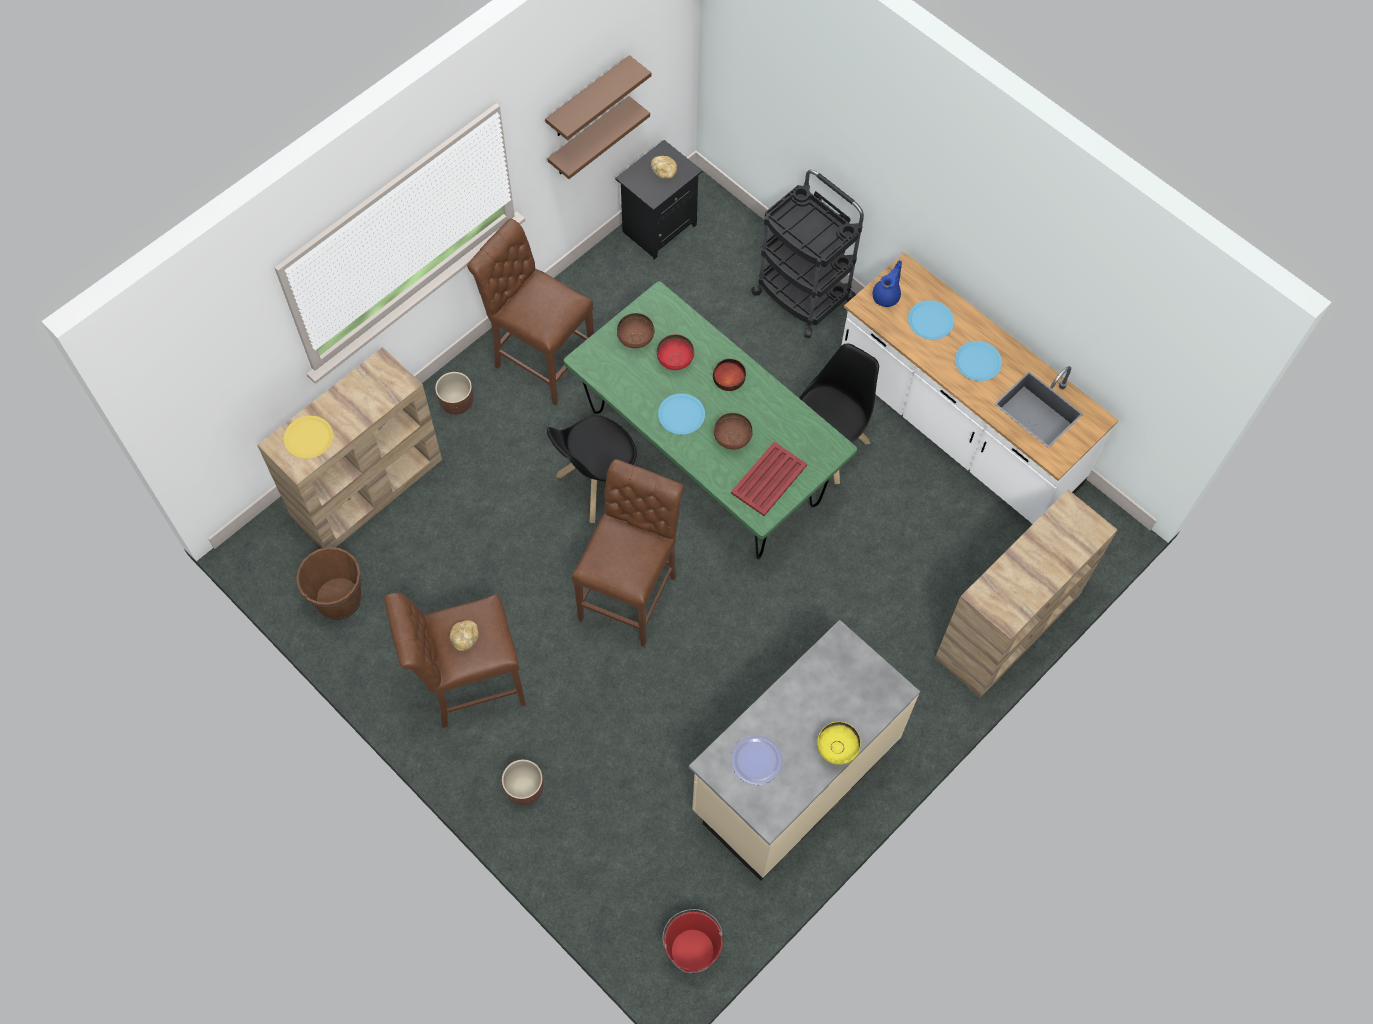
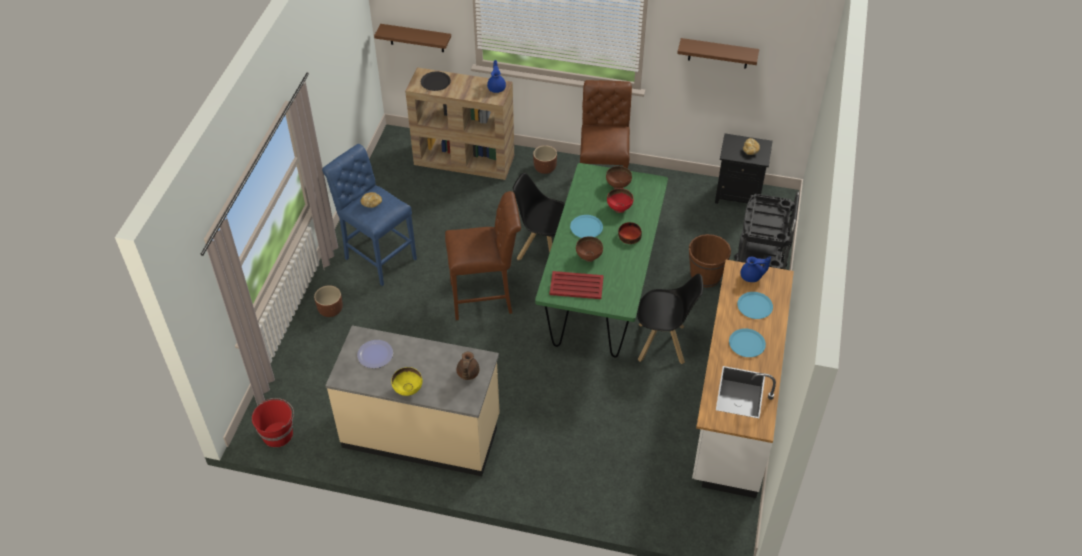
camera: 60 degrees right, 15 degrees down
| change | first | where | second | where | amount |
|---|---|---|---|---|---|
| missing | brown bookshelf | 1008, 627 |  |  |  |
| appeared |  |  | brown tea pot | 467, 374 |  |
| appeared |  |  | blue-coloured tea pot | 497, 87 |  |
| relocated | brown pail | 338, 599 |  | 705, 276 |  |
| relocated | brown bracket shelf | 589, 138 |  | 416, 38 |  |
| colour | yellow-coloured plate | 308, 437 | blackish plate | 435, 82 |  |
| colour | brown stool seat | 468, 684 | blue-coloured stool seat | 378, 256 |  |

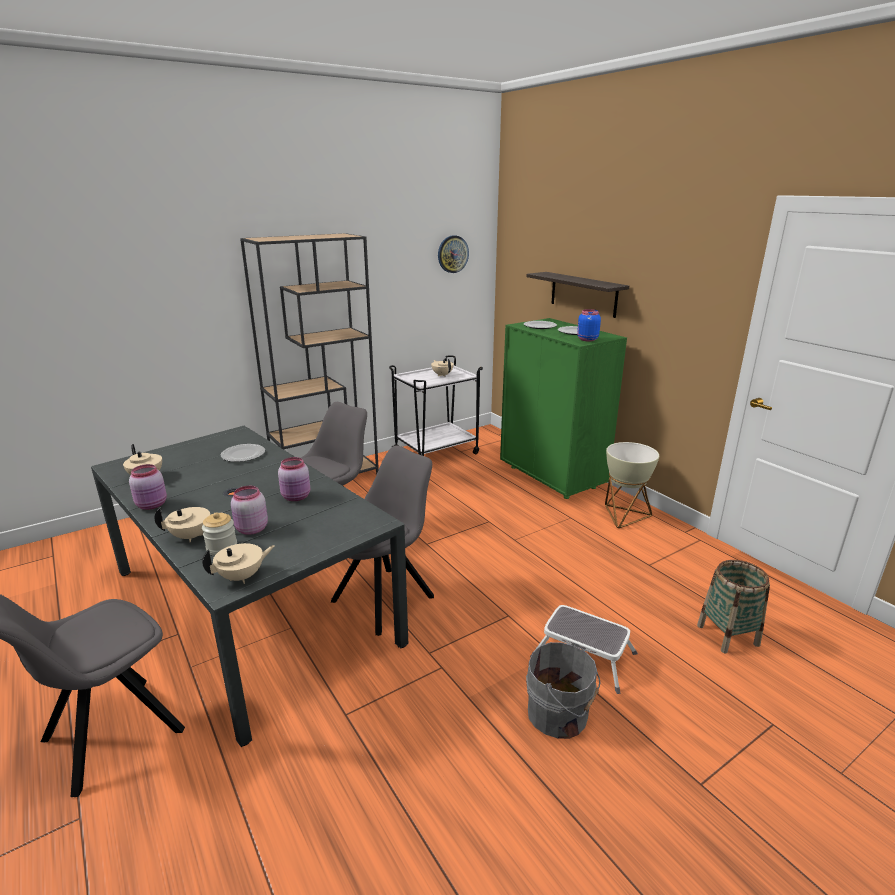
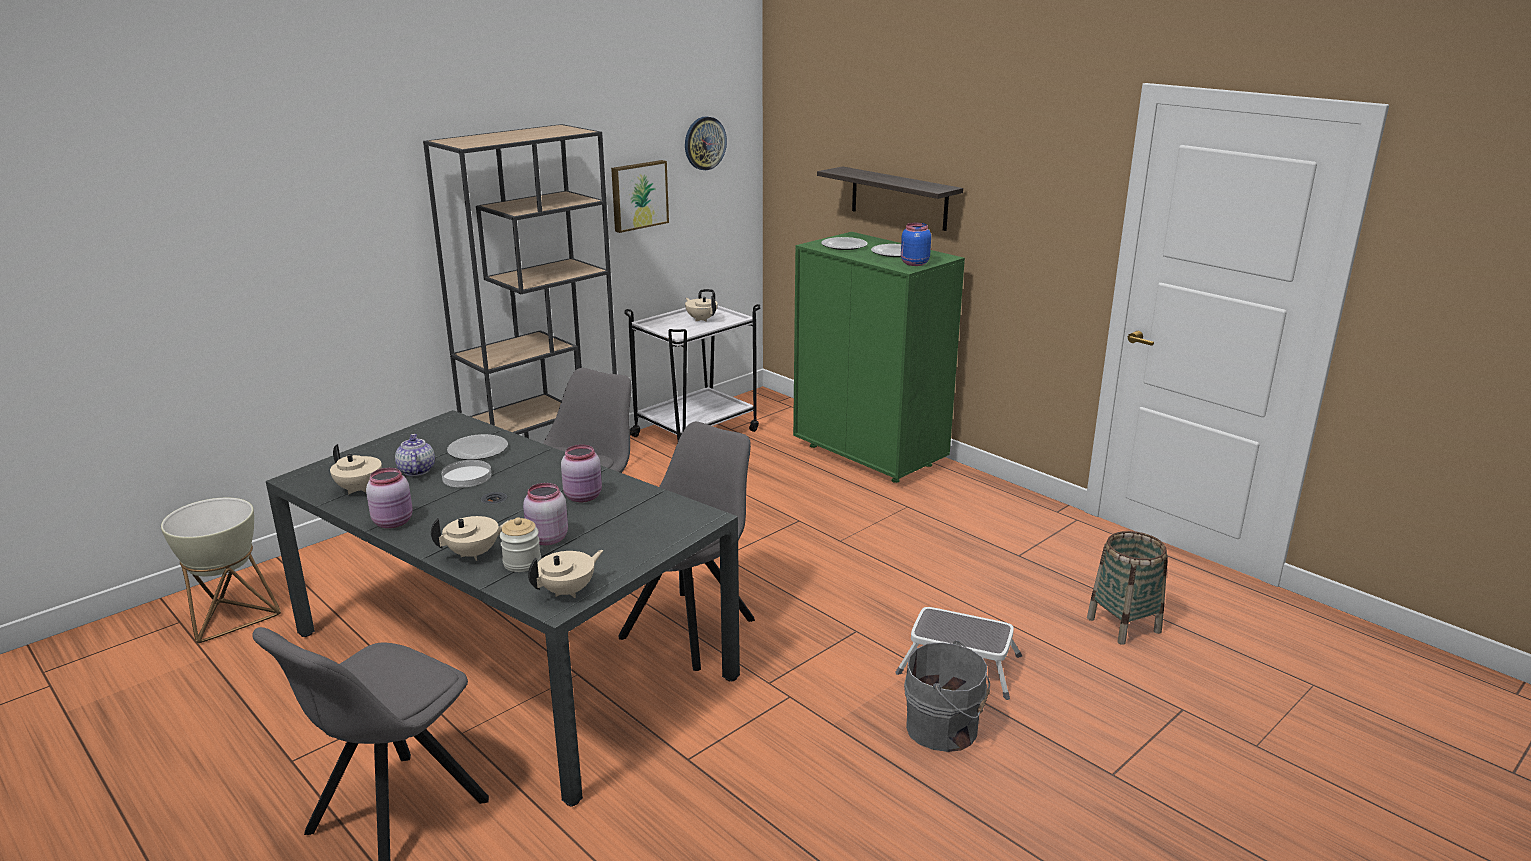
camera: 10 degrees left, 0 degrees up
| change | first | where | second | where | amount |
|---|---|---|---|---|---|
| appeared |  |  | tea pot | 416, 470 |  |
| appeared |  |  | white-coloured plate | 466, 476 |  |
| appeared |  |  | picture | 638, 195 |  |
| relocated | flower pot | 624, 515 |  | 233, 618 |  |

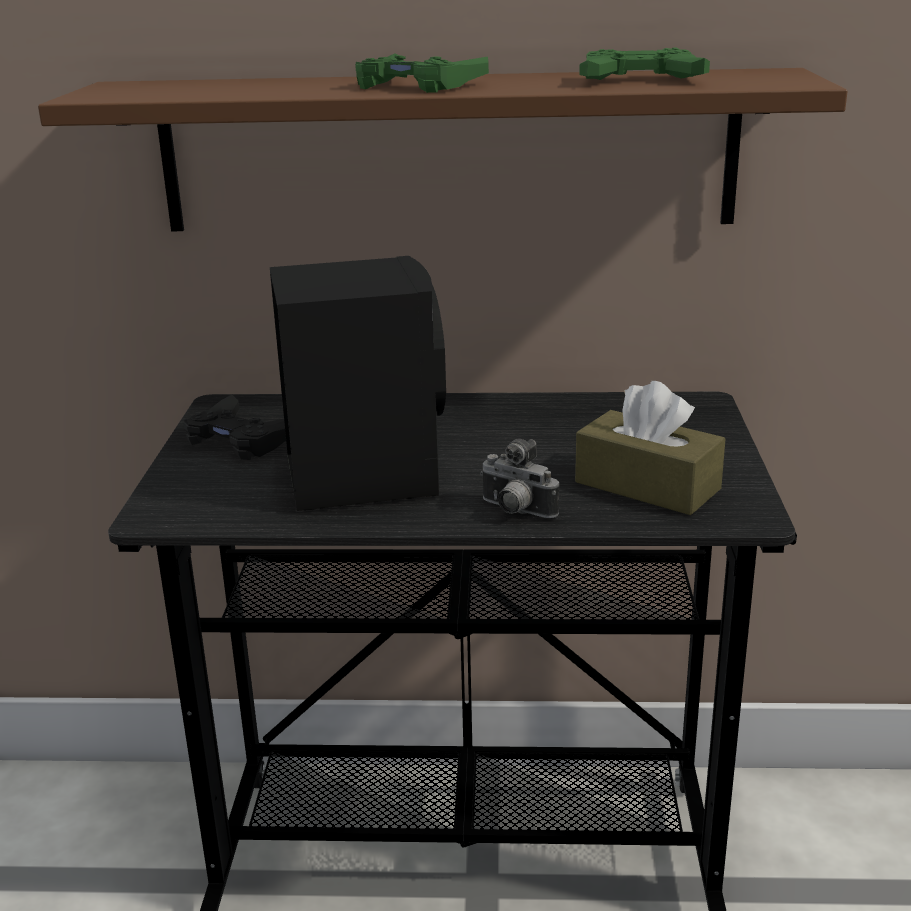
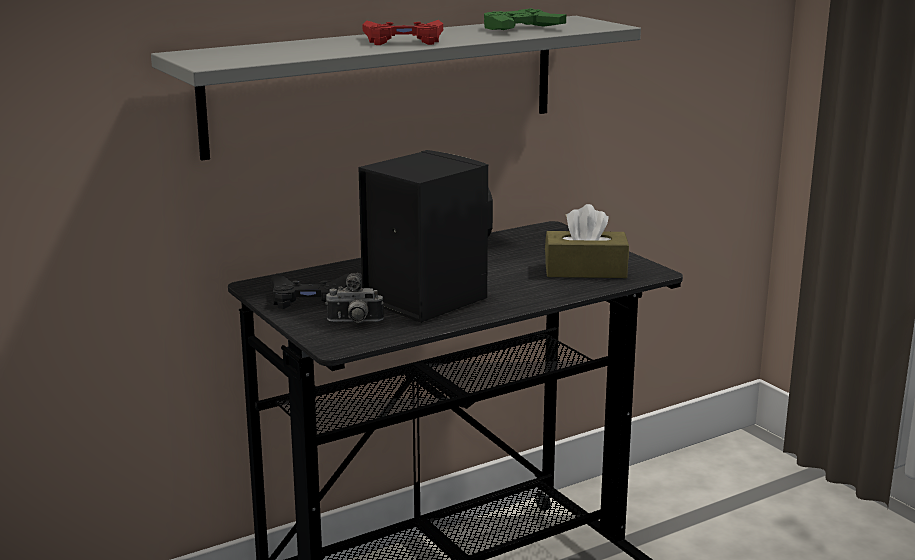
camera: 35 degrees left, 5 degrees down
| change | first | where | second | where | amount |
|---|---|---|---|---|---|
| relocated | still camera | 515, 511 |  | 354, 323 |  |
| colour | brown bracket shelf | 447, 152 | greyish bracket shelf | 385, 84 |  |
| colour | greenish joypad | 418, 85 | red joypad | 403, 40 |  |

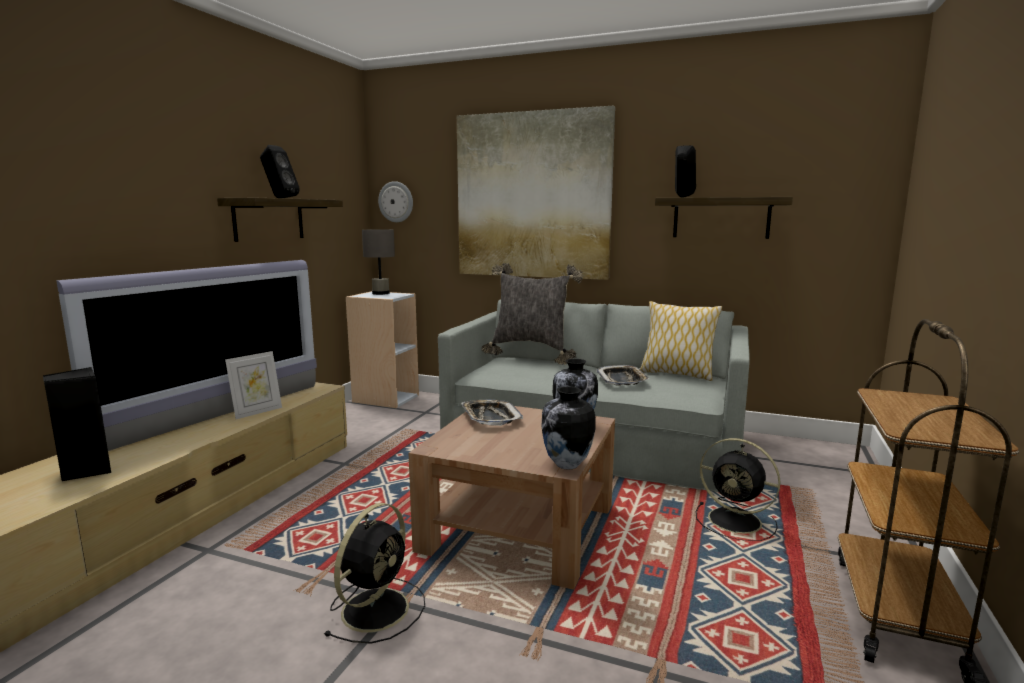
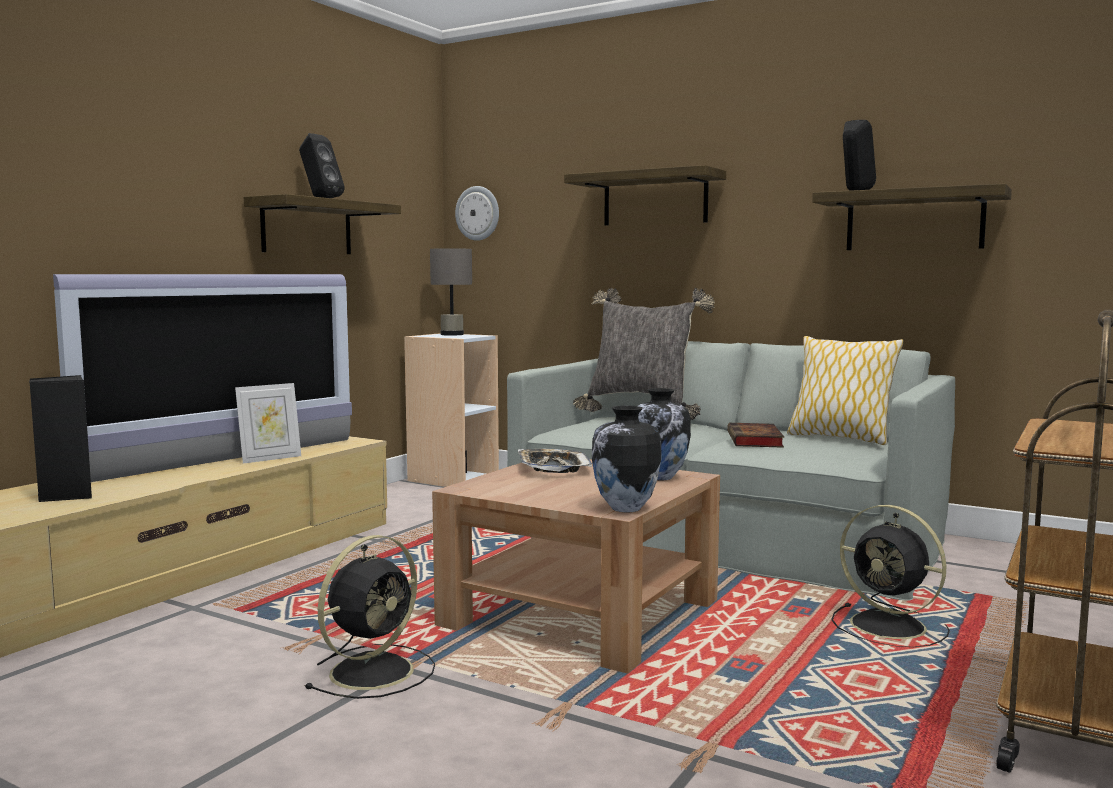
camera: 10 degrees right, 5 degrees down
| change | first | where | second | where | amount |
|---|---|---|---|---|---|
| exchanged | picture | 533, 196 | bracket shelf | 655, 199 |  |
| exchanged | serving tray | 622, 380 | volume | 755, 441 |  |

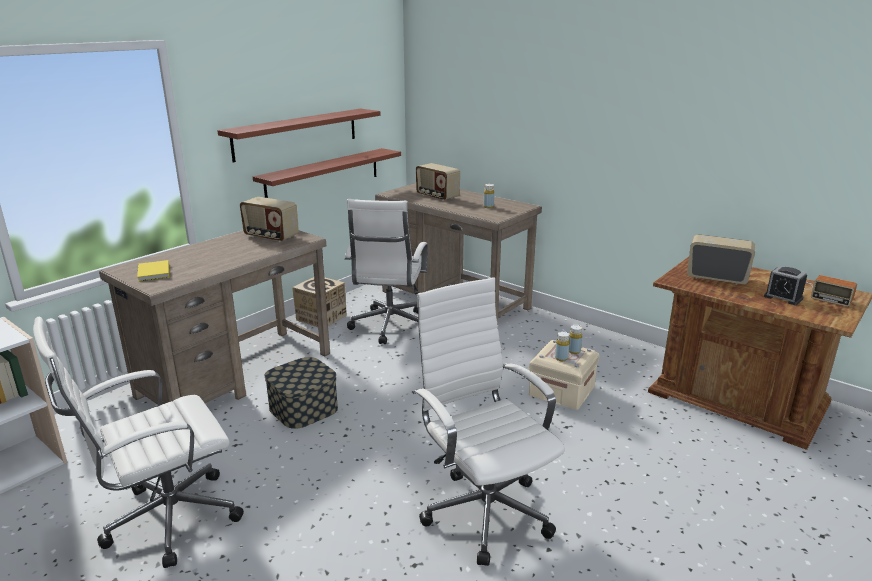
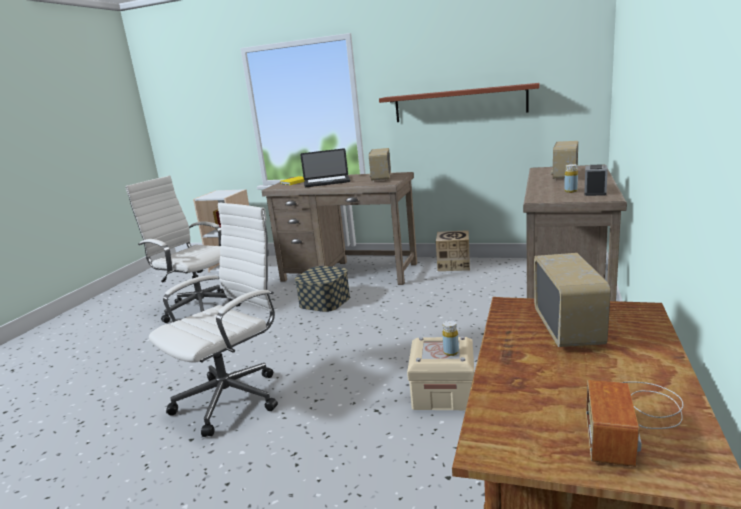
camera: 70 degrees right, 5 degrees down
| change | first | where | second | where | amount |
|---|---|---|---|---|---|
| missing | bracket shelf | 324, 175 |  |  |  |
| missing | white-coloured computer chair | 389, 327 |  |  |  |
| missing | yellow-coloured bottle | 561, 358 |  |  |  |
| appeared |  |  | laptop | 327, 182 |  |
| relocated | alarm clock | 783, 297 |  | 595, 192 |  |

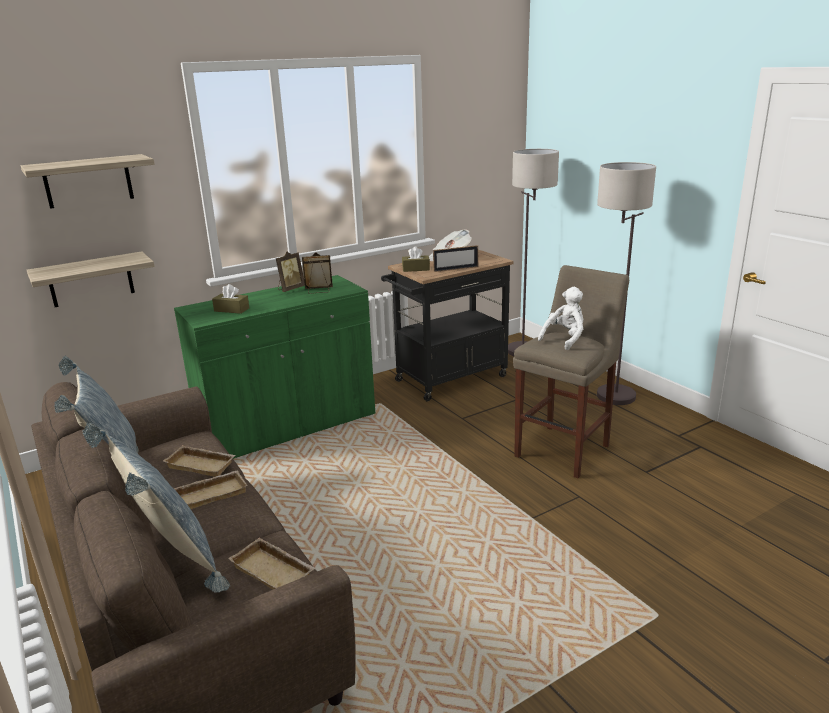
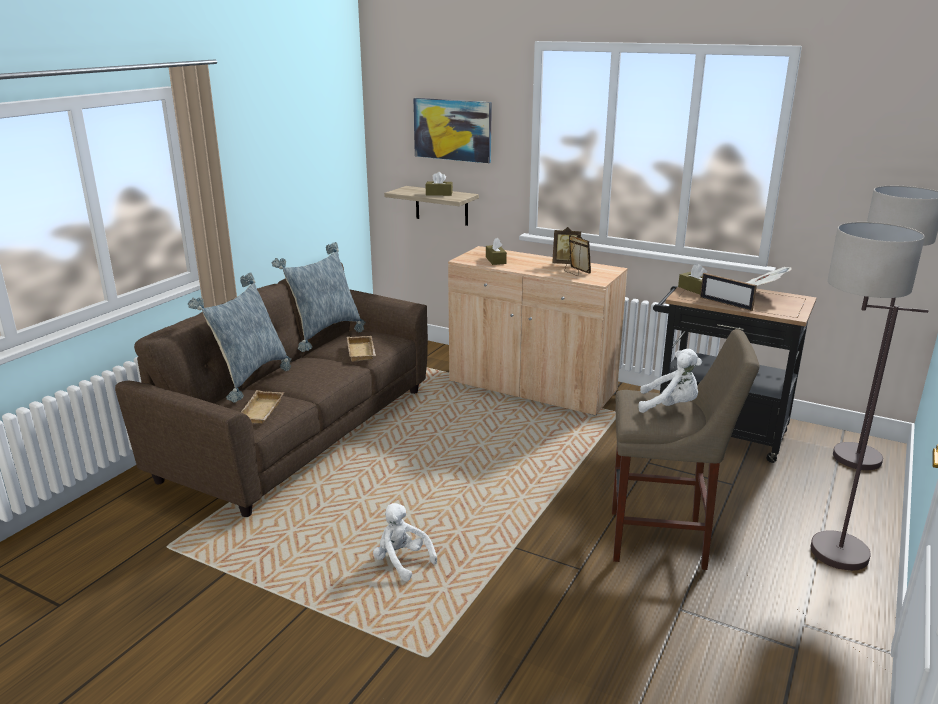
camera: 60 degrees right, 0 degrees up
| change | first | where | second | where | amount |
|---|---|---|---|---|---|
| missing | sand-coloured serving tray | 210, 493 |  |  |  |
| appeared |  |  | white-coloured cuddly toy | 402, 561 |  |
| appeared |  |  | brown box of tissues | 439, 194 |  |
| exchanged | bracket shelf | 88, 181 | picture | 452, 129 |  |
| colour | greenish storage cabinet | 288, 426 | sand-coloured storage cabinet | 532, 387 |  |

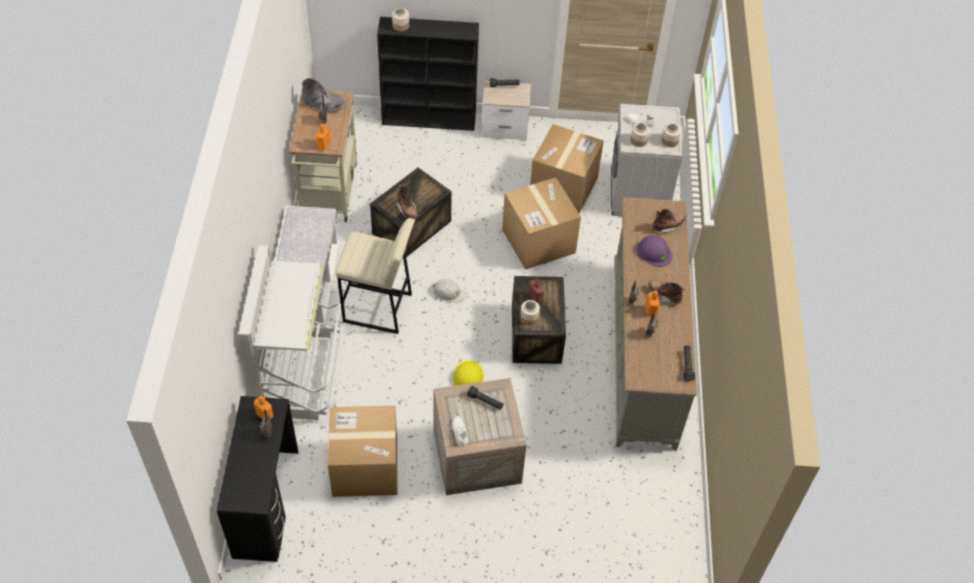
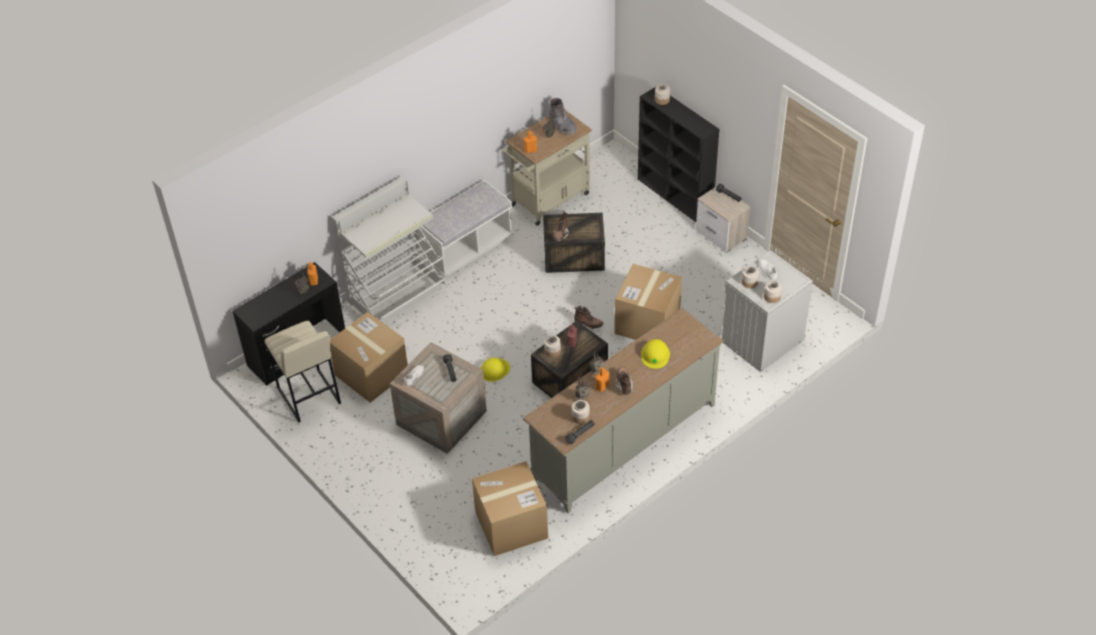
camera: 50 degrees right, 5 degrees down
| change | first | where | second | where | amount |
|---|---|---|---|---|---|
| missing | white-coloured work helmet | 448, 292 |  |  |  |
| appeared |  |  | preserve jar | 580, 417 |  |
| relocated | sand-coloured stool seat | 379, 308 |  | 309, 397 |  |
| relocated | packing box | 563, 187 |  | 511, 525 |  |
| relocated | brown boot | 667, 226 |  | 588, 324 |  |
| colour | purple work helmet | 654, 252 | yellow-coloured work helmet | 655, 355 |  |

